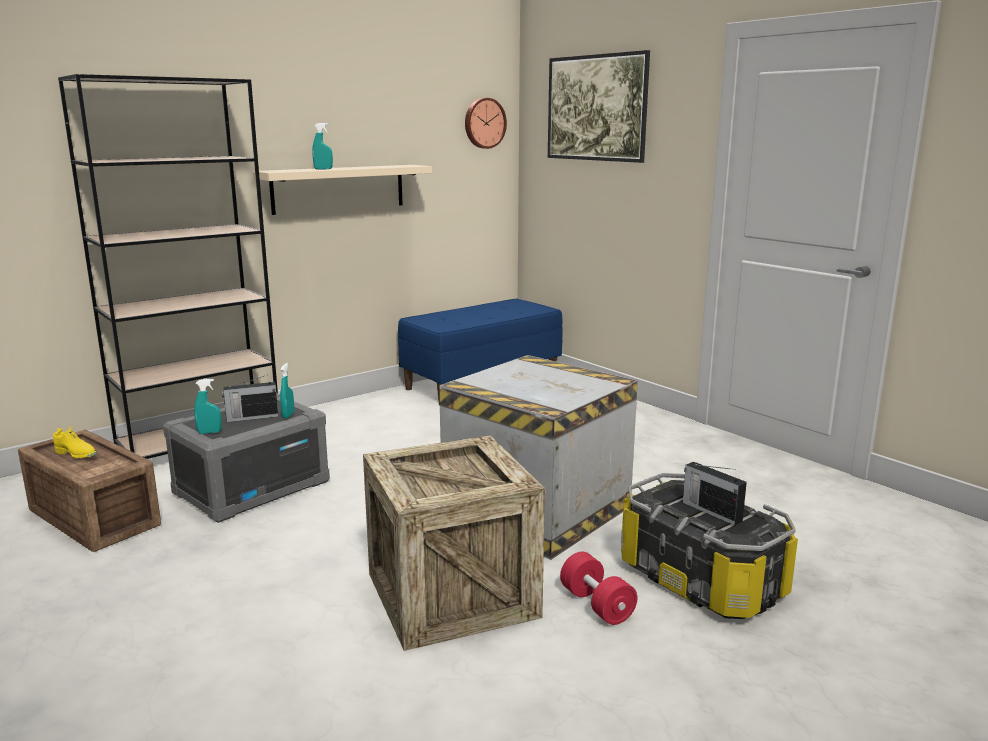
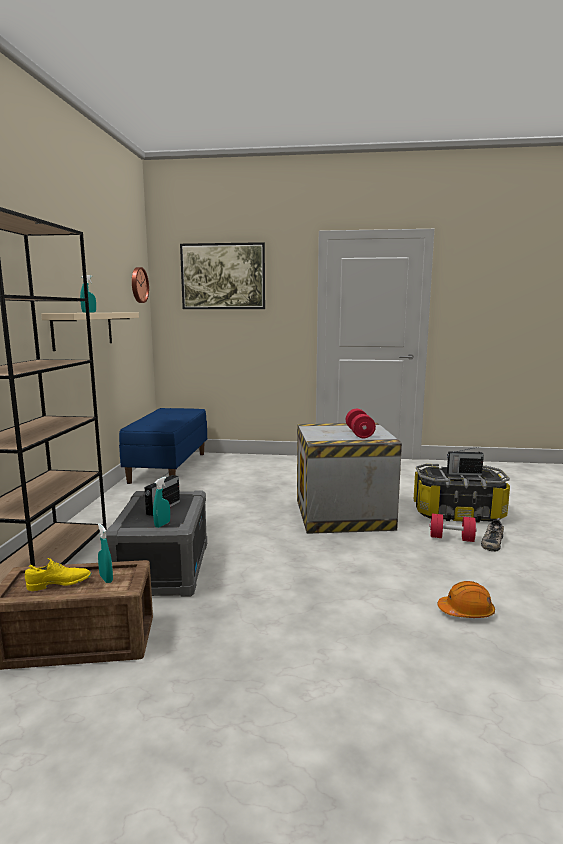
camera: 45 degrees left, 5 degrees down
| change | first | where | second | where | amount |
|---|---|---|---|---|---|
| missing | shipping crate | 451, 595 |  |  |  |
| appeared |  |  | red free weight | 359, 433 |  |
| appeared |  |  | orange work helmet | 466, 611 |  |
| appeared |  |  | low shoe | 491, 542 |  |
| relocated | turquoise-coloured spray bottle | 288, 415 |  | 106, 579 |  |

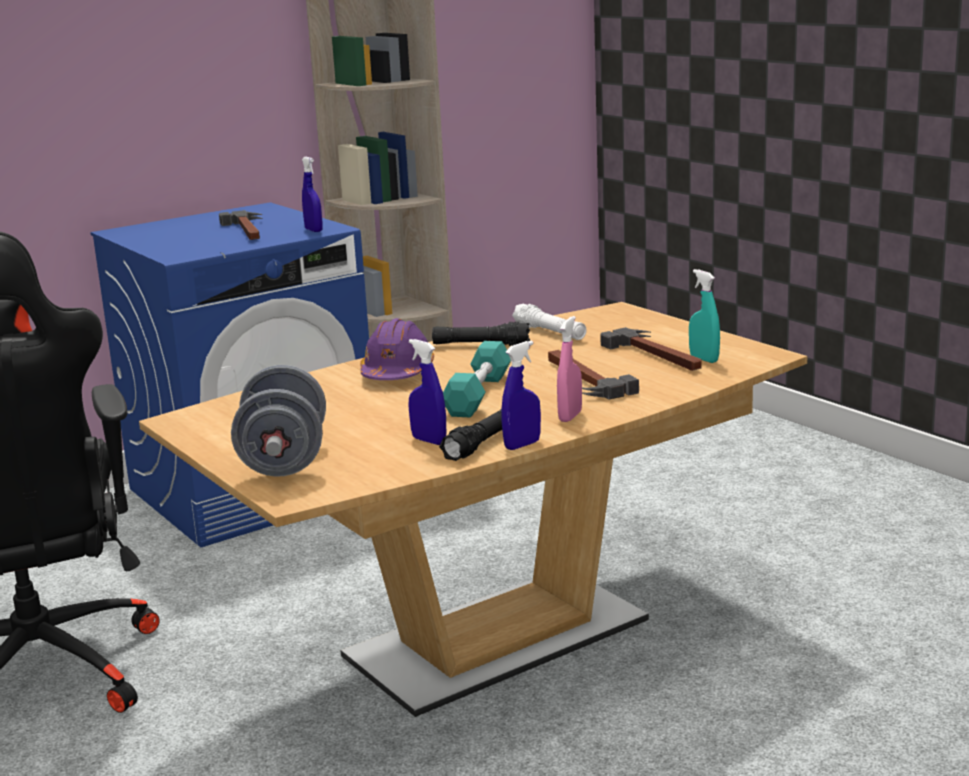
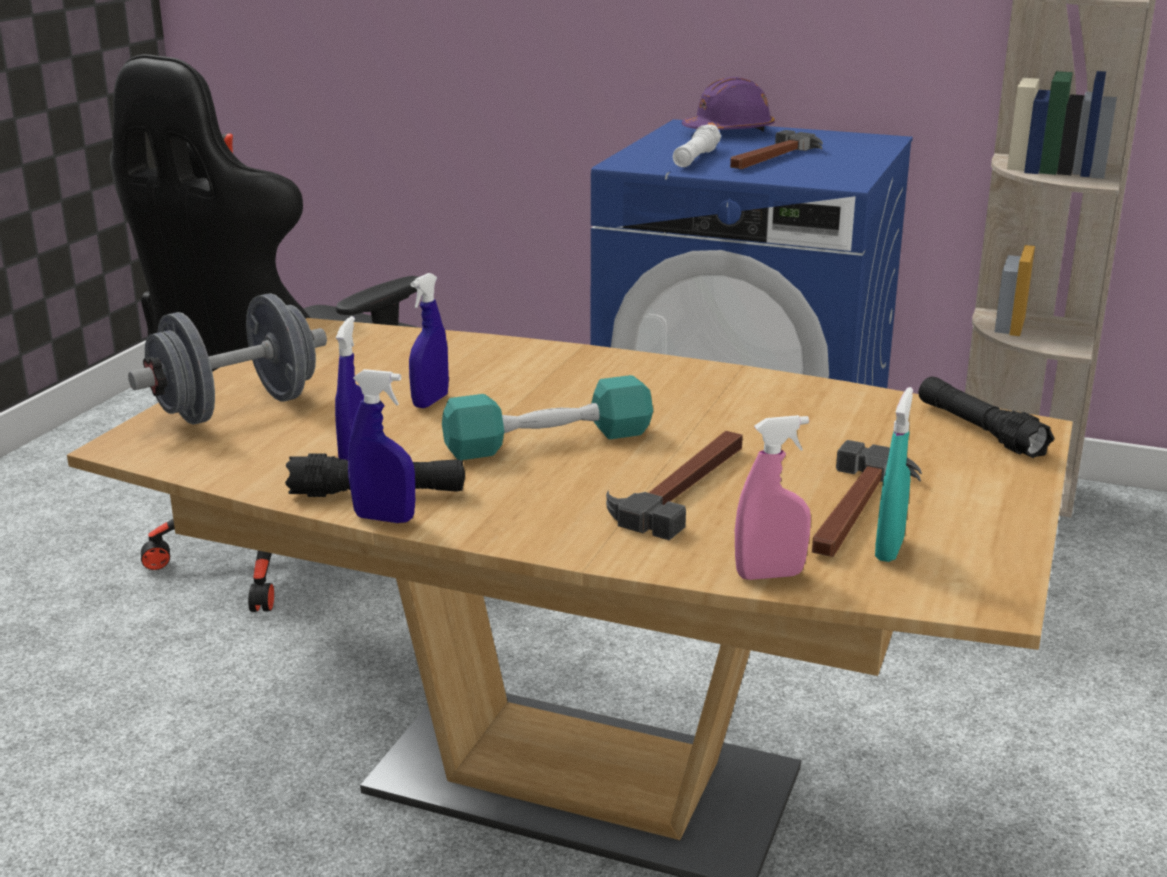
camera: 55 degrees right, 5 degrees up
| change | first | where | second | where | amount |
|---|---|---|---|---|---|
| relocated | blue-coloured spray bottle | 313, 230 |  | 430, 401 |  |
| relocated | purple work helmet | 397, 373 |  | 729, 132 |  |
| relocated | blackish hand torch | 481, 345 |  | 979, 430 |  |
| relocated | white-coloured hand torch | 550, 332 |  | 696, 158 |  |
| relocated | pink spray bottle | 570, 416 |  | 769, 575 |  |

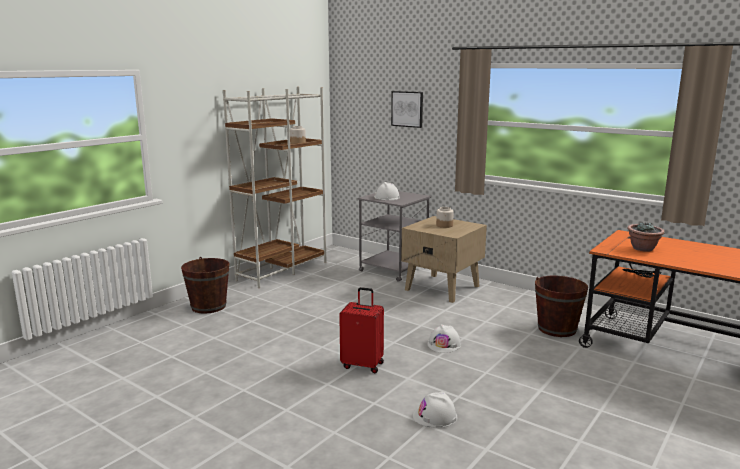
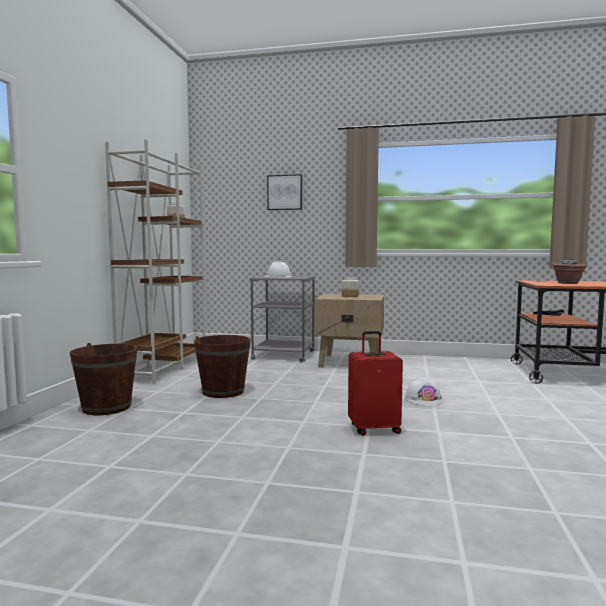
camera: 25 degrees left, 10 degrees down
| change | first | where | second | where | amount |
|---|---|---|---|---|---|
| missing | white-coloured work helmet | 435, 416 |  |  |  |
| relocated | brown pail | 557, 329 |  | 223, 392 |  |

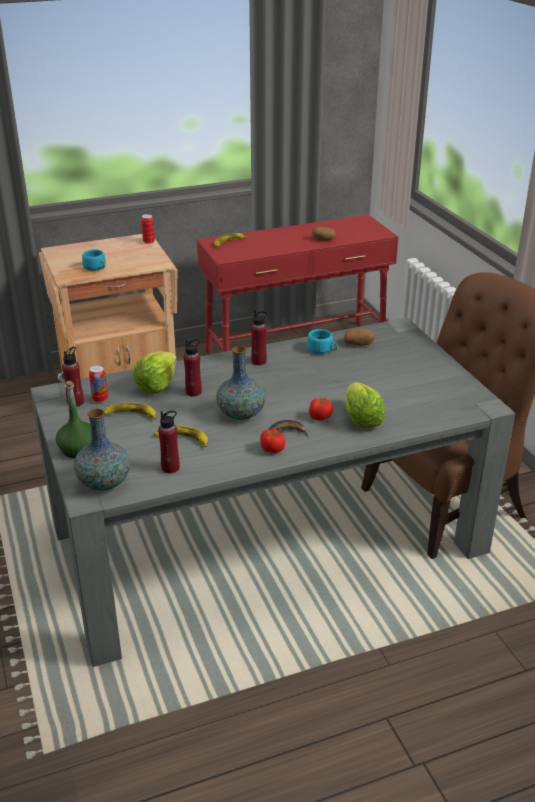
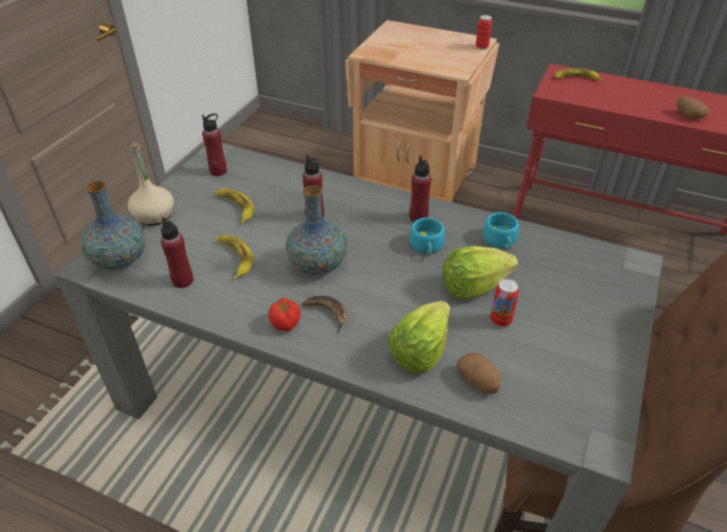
camera: 45 degrees right, 10 degrees up
| change | first | where | second | where | amount |
|---|---|---|---|---|---|
| missing | fresh tomato | 320, 417 |  |  |  |
| relocated | turquoise-coloured drinking cup | 96, 268 |  | 426, 247 |  |
| relocated | can | 100, 399 |  | 500, 320 |  |
| relocated | head of lettuce | 157, 385 |  | 473, 286 |  |
| relocated | whole potato | 358, 344 |  | 478, 382 |  |
| colour | greenish bottle | 78, 449 | sand-coloured bottle | 154, 216 |  |

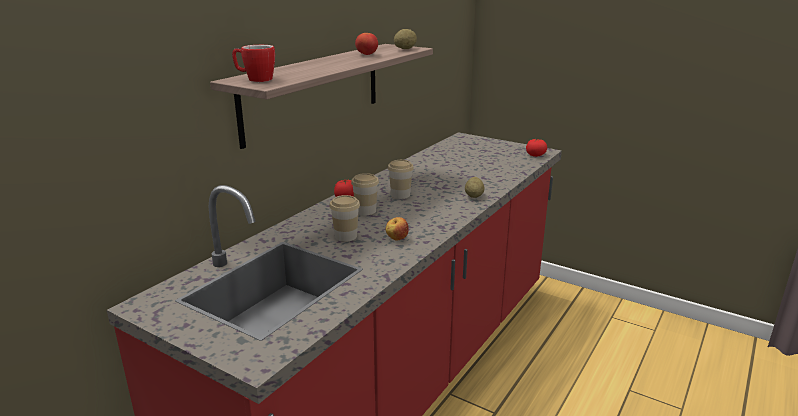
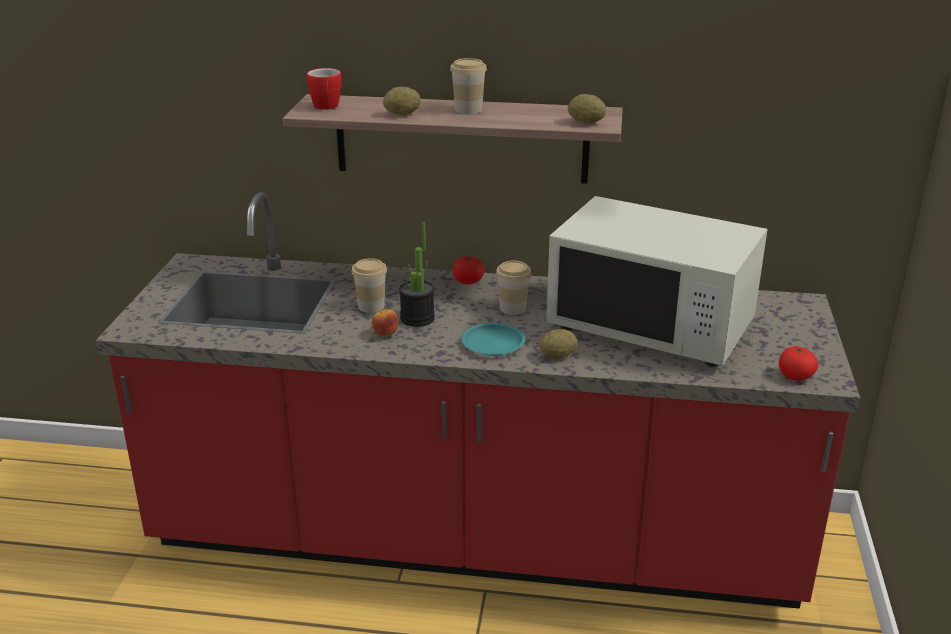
camera: 65 degrees right, 5 degrees up
| change | first | where | second | where | amount |
|---|---|---|---|---|---|
| missing | fresh tomato | 366, 54 |  |  |  |
| appeared |  |  | whole potato | 402, 114 |  |
| appeared |  |  | plant in a pot | 417, 318 |  |
| appeared |  |  | turquoise-coloured plate | 493, 344 |  |
| appeared |  |  | white-coloured microwave | 651, 326 |  |
| relocated | drinking cup | 365, 211 |  | 468, 110 |  |

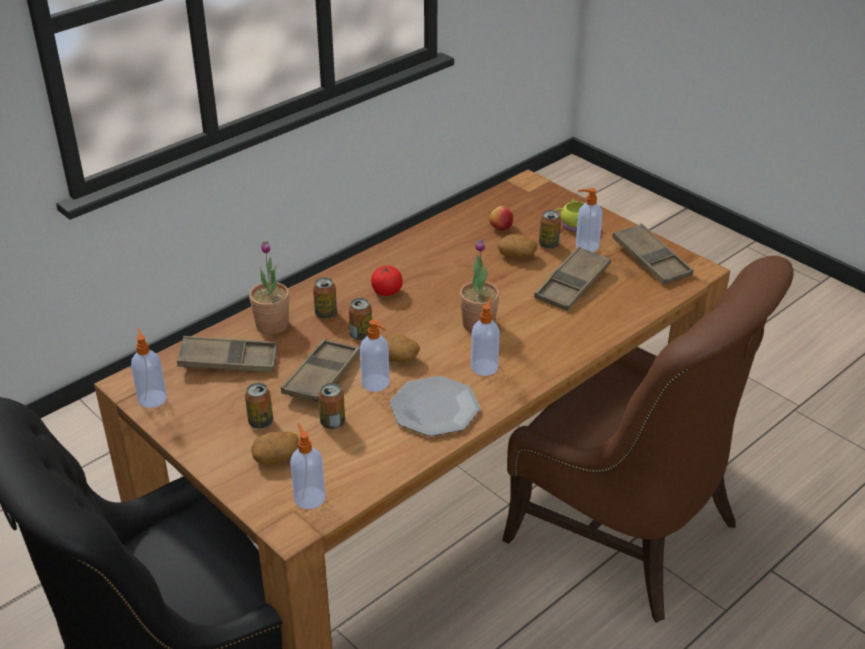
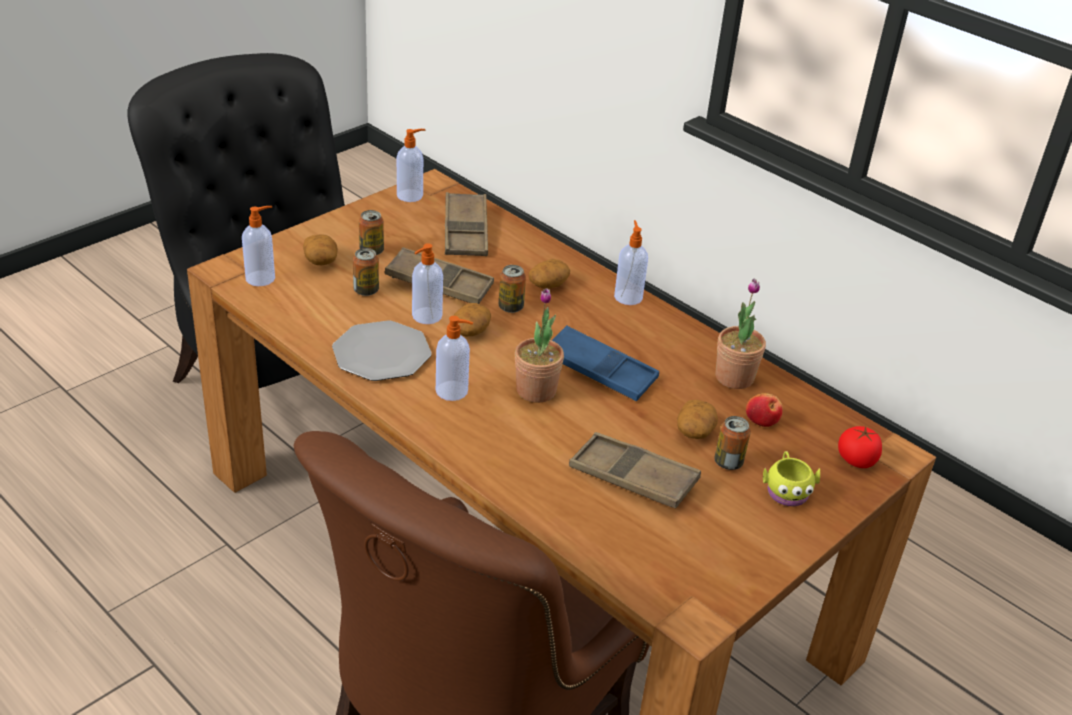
camera: 85 degrees right, 0 degrees up
| change | first | where | second | where | amount |
|---|---|---|---|---|---|
| missing | brown serving tray | 651, 260 |  |  |  |
| appeared |  |  | blue-coloured serving tray | 599, 370 |  |
| relocated | plant in a pot | 272, 325 |  | 734, 377 |  |
| relocated | fresh tomato | 386, 292 |  | 856, 460 |  |
| relocated | soap dispenser | 586, 246 |  | 628, 296 |  |
| exchanged | can | 326, 314 | whole potato | 548, 284 |  |

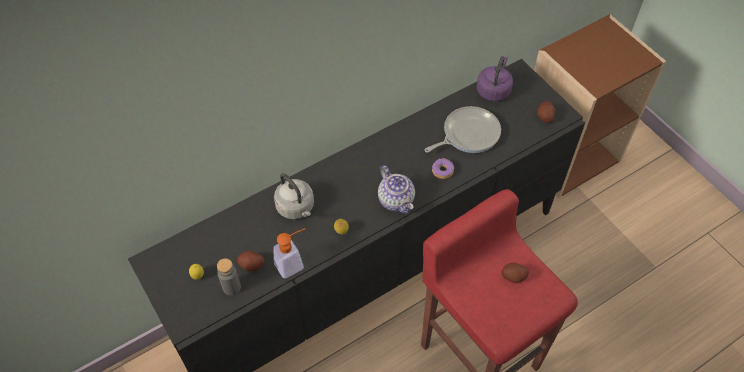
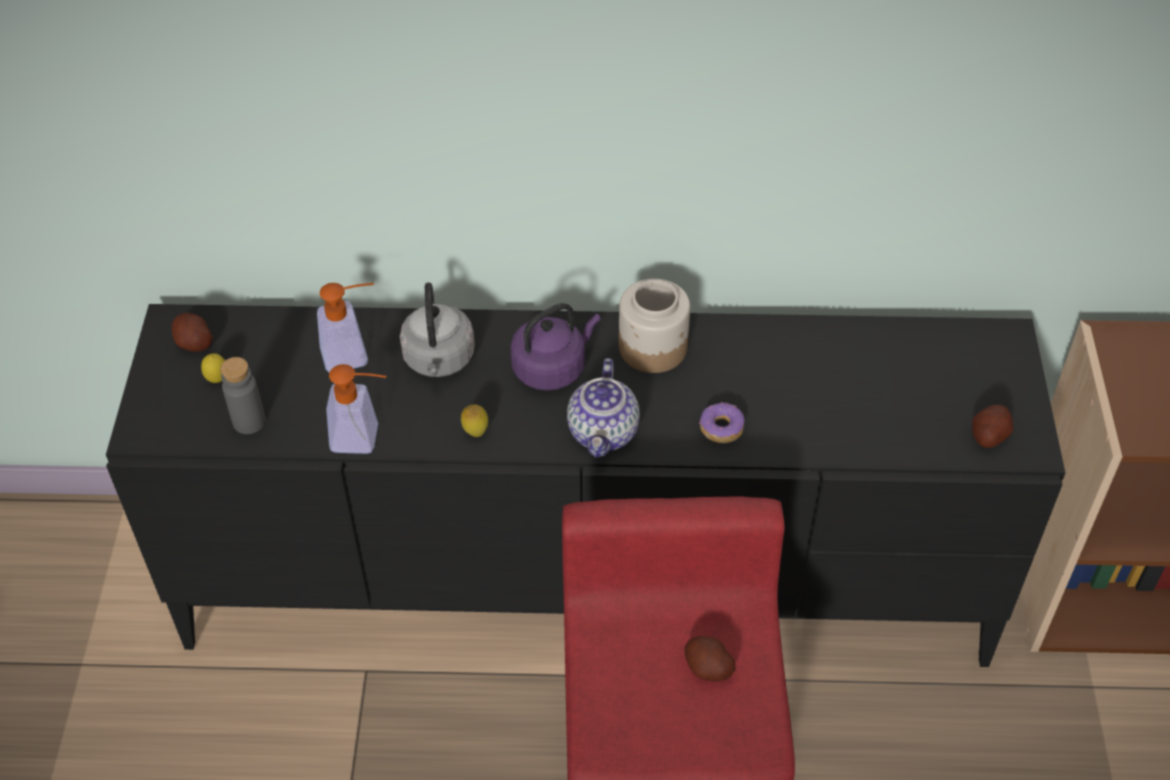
camera: 35 degrees right, 5 degrees down
| change | first | where | second | where | amount |
|---|---|---|---|---|---|
| missing | skillet | 468, 134 |  |  |  |
| appeared |  |  | soap dispenser | 353, 354 |  |
| appeared |  |  | preserve jar | 654, 347 |  |
| relocated | whole potato | 251, 265 |  | 194, 343 |  |
| relocated | purple water kettle | 493, 90 |  | 552, 368 |  |

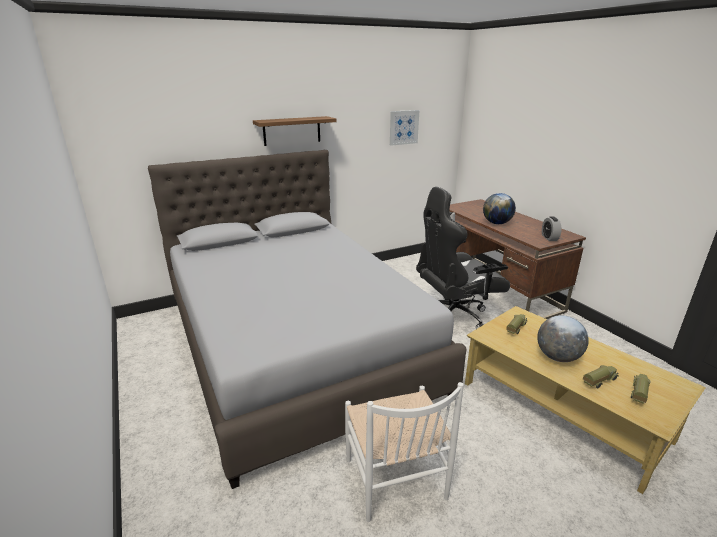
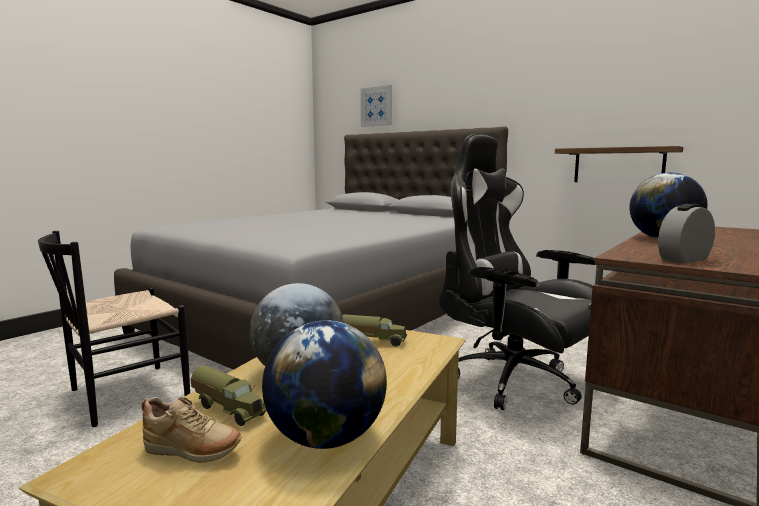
camera: 65 degrees right, 15 degrees down
| change | first | where | second | where | amount |
|---|---|---|---|---|---|
| appeared |  |  | desk globe | 326, 438 |  |
| relocated | bracket shelf | 292, 131 |  | 618, 165 |  |
| relocated | picture | 403, 127 |  | 376, 106 |  |
| exchanged | model truck | 638, 393 | sand-coloured low shoe | 192, 453 |  |
| colour | white-coloured upright chair | 396, 483 | blackish upright chair | 123, 395 |  |

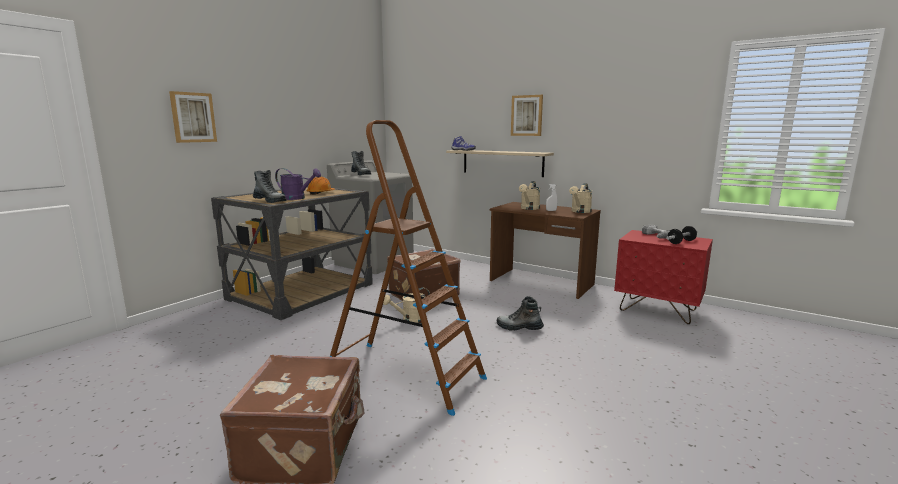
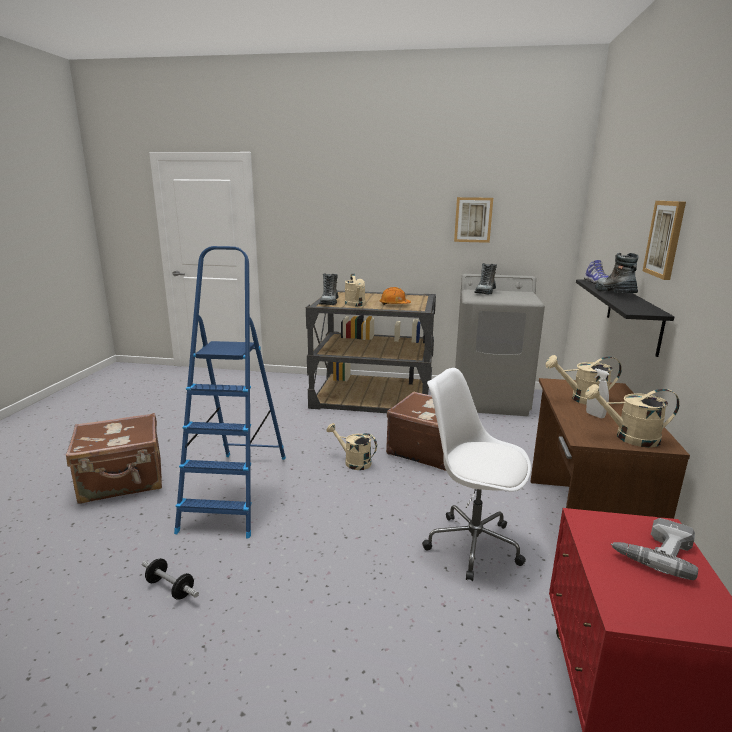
camera: 65 degrees right, 5 degrees up
| change | first | where | second | where | amount |
|---|---|---|---|---|---|
| appeared |  |  | white-coloured computer chair | 470, 545 |  |
| relocated | picture | 193, 117 |  | 473, 220 |  |
| relocated | boot | 519, 328 |  | 614, 292 |  |
| relocated | free weight | 681, 242 |  | 170, 588 |  |
| colour | purple watering pot | 297, 198 | sand-coloured watering pot | 356, 305 |  |
| colour | brown step ladder | 405, 375 | blue-coloured step ladder | 237, 491 |  |
| colour | sand-coloured bracket shelf | 502, 163 | blackish bracket shelf | 633, 315 |  |

